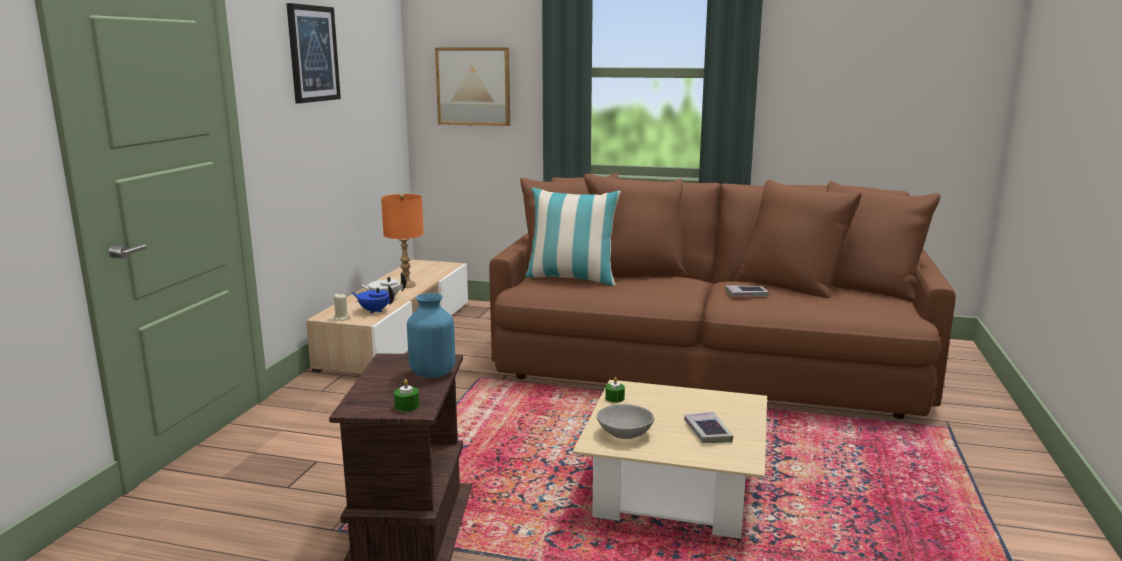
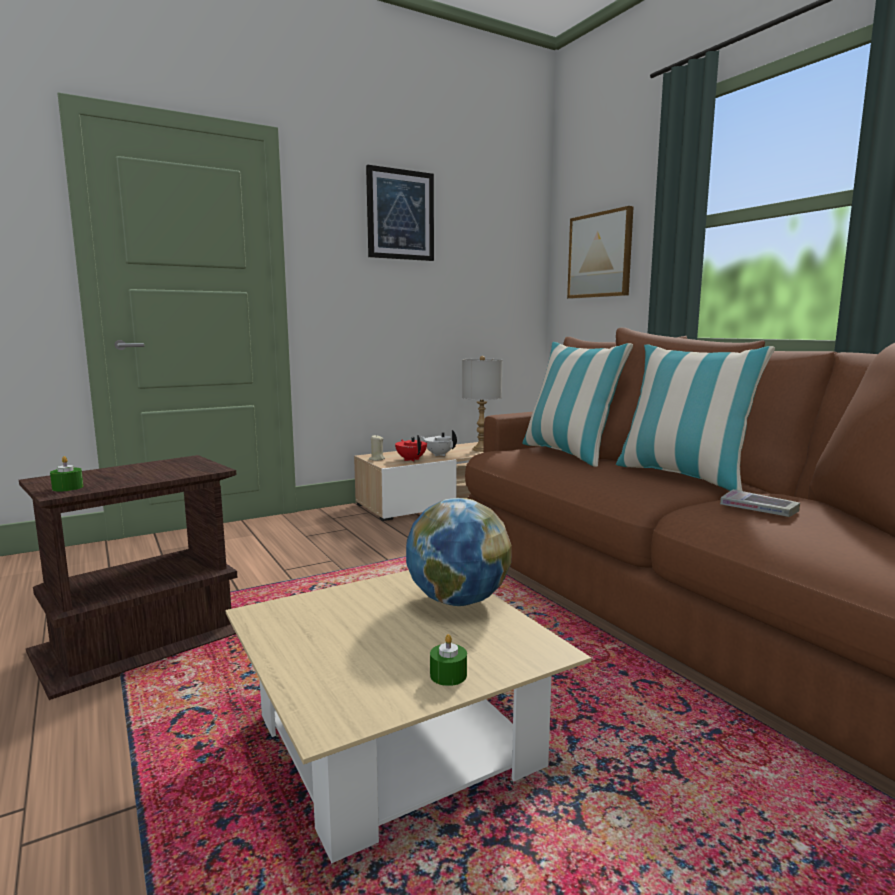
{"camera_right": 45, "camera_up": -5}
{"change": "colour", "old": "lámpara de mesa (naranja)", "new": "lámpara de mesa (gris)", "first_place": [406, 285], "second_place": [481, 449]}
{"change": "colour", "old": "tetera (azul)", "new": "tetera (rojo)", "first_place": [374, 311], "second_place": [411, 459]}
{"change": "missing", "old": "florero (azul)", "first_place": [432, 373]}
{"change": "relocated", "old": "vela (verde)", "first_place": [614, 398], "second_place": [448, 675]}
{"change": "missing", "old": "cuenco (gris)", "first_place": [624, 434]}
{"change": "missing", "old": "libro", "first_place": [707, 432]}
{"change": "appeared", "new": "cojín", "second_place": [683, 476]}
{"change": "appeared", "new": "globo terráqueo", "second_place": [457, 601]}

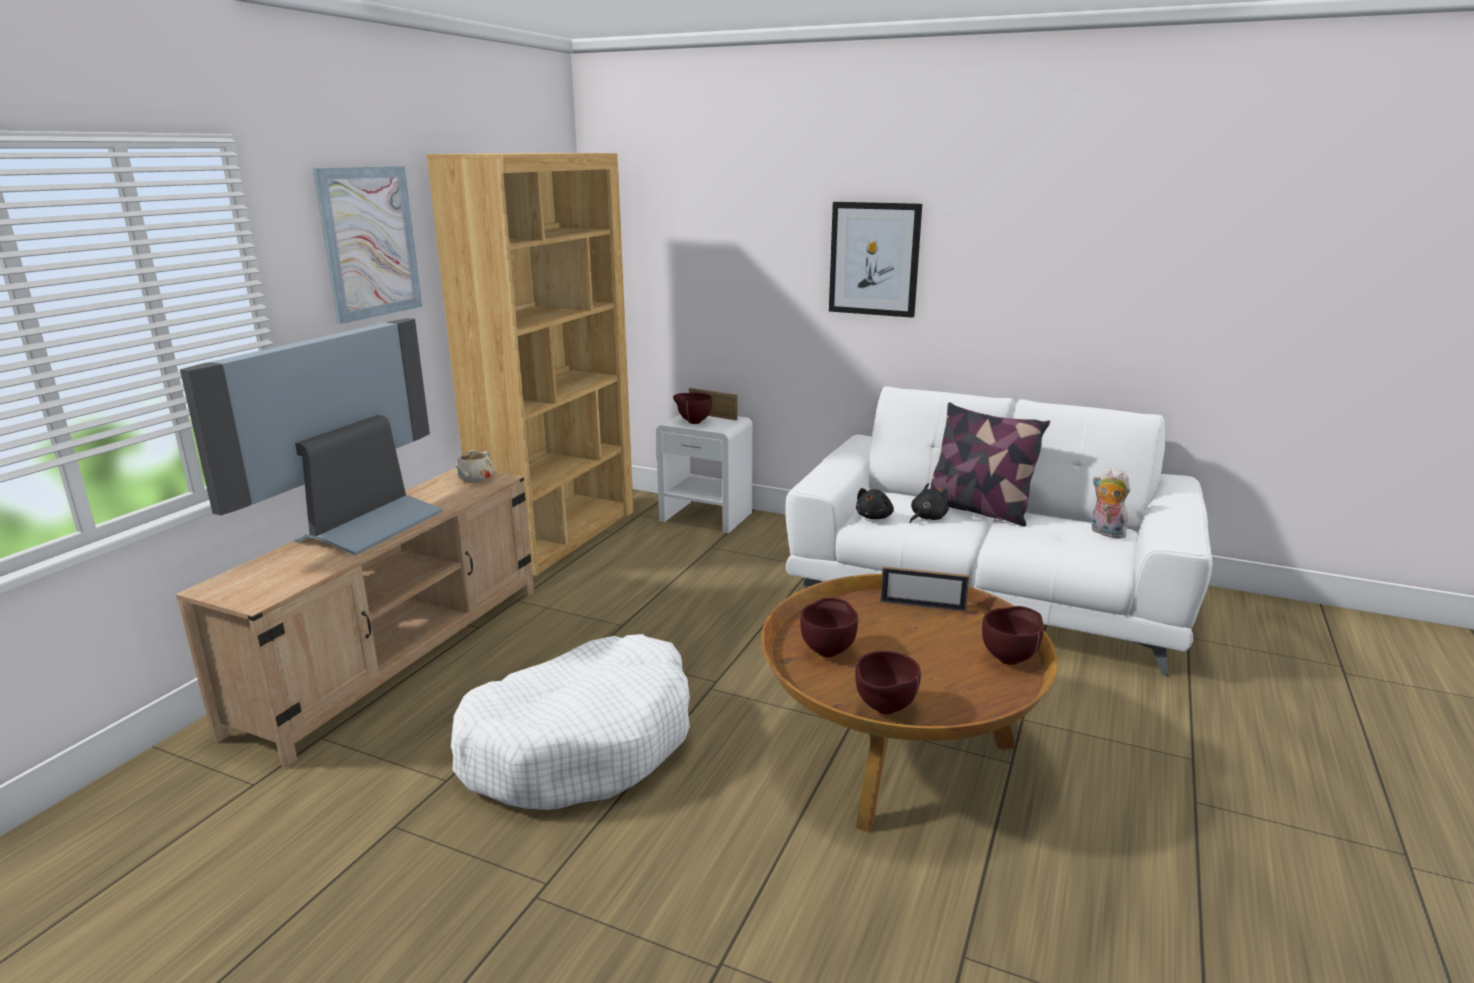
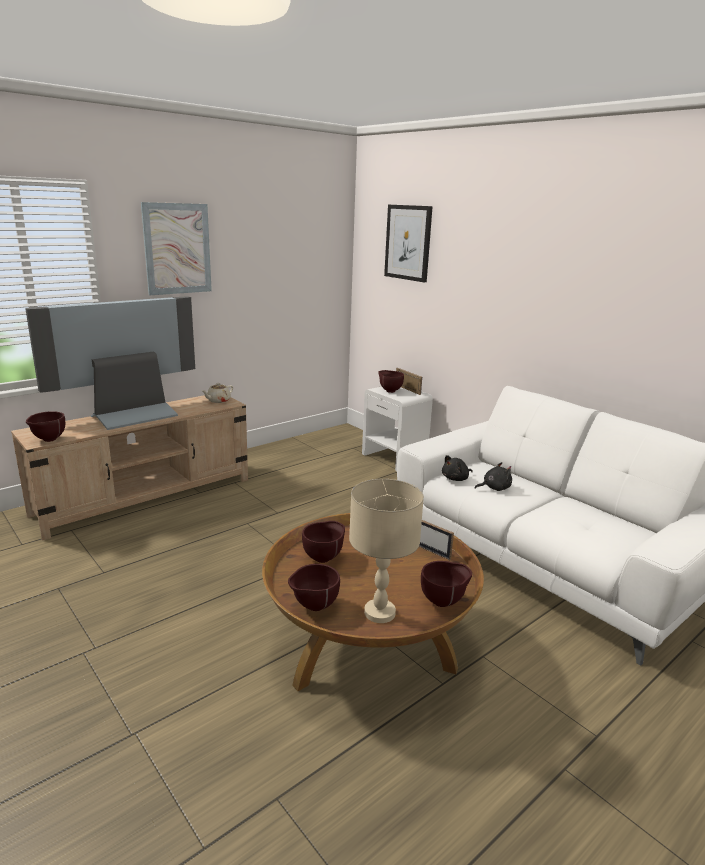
{"camera_right": 25, "camera_up": 0}
{"change": "missing", "old": "estantería (marrón)", "first_place": [559, 535]}
{"change": "relocated", "old": "cuadro", "first_place": [874, 259], "second_place": [408, 242]}
{"change": "missing", "old": "cojín", "first_place": [978, 510]}
{"change": "missing", "old": "peluche", "first_place": [1105, 533]}
{"change": "missing", "old": "cama para perro (blanco)", "first_place": [581, 743]}
{"change": "appeared", "new": "cuenco (marrón)", "second_place": [48, 440]}
{"change": "appeared", "new": "lámpara de mesa (beis)", "second_place": [379, 613]}

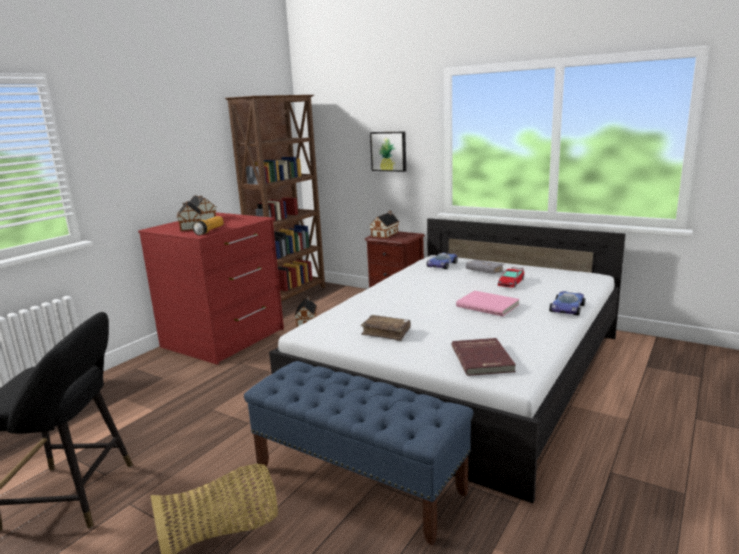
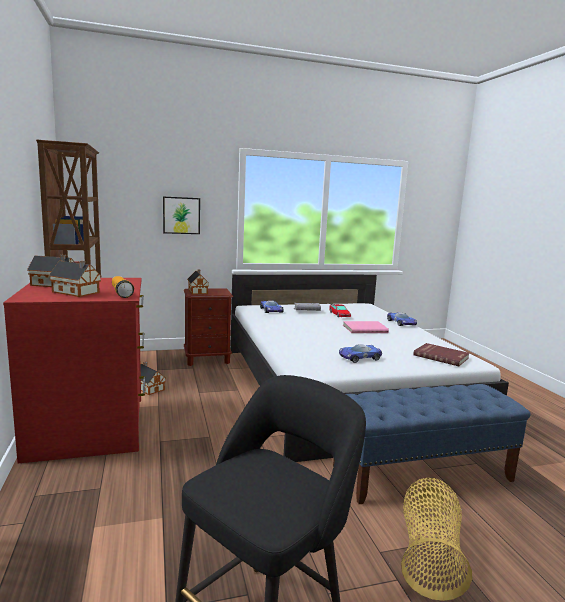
{"camera_right": -50, "camera_up": -5}
{"change": "exchanged", "old": "libro (marrón)", "new": "coche de juguete", "first_place": [386, 332], "second_place": [358, 357]}

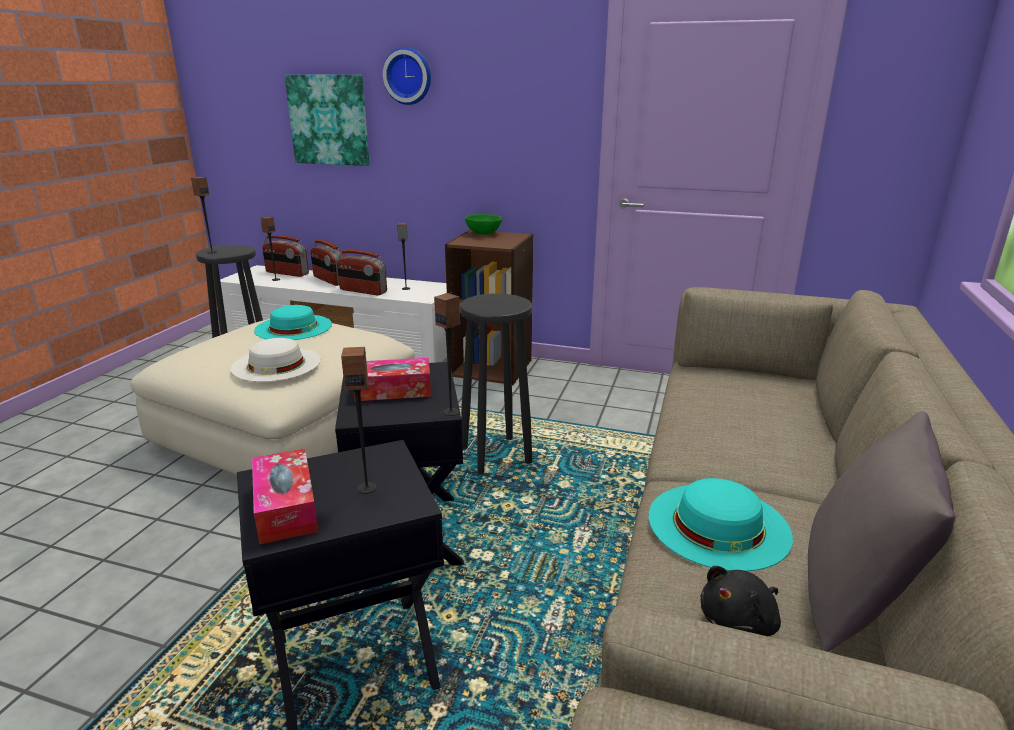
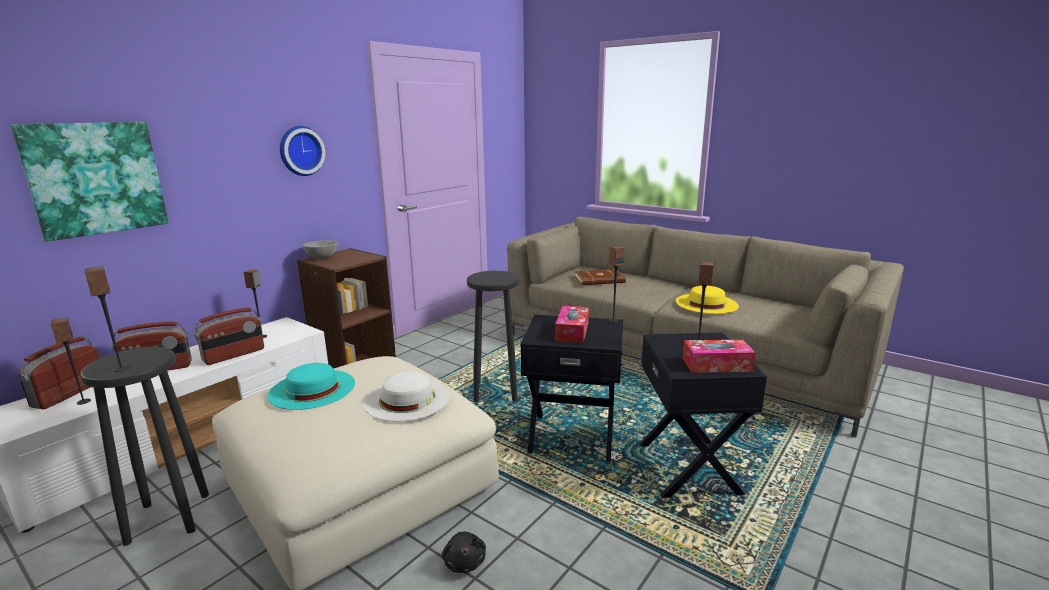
{"camera_right": -70, "camera_up": -5}
{"change": "relocated", "old": "reloj de pared", "first_place": [408, 76], "second_place": [300, 151]}
{"change": "colour", "old": "cuenco (verde)", "new": "cuenco (gris)", "first_place": [483, 233], "second_place": [321, 258]}
{"change": "spun", "old": "radio", "first_place": [287, 273], "second_place": [69, 394], "degrees": 150}
{"change": "missing", "old": "cojín (gris)", "first_place": [854, 598]}
{"change": "colour", "old": "sombrero (turquesa)", "new": "sombrero (amarillo)", "first_place": [718, 525], "second_place": [706, 303]}
{"change": "relocated", "old": "peluche (negro)", "first_place": [740, 623], "second_place": [464, 561]}
{"change": "appeared", "new": "libro (marrón)", "second_place": [600, 280]}

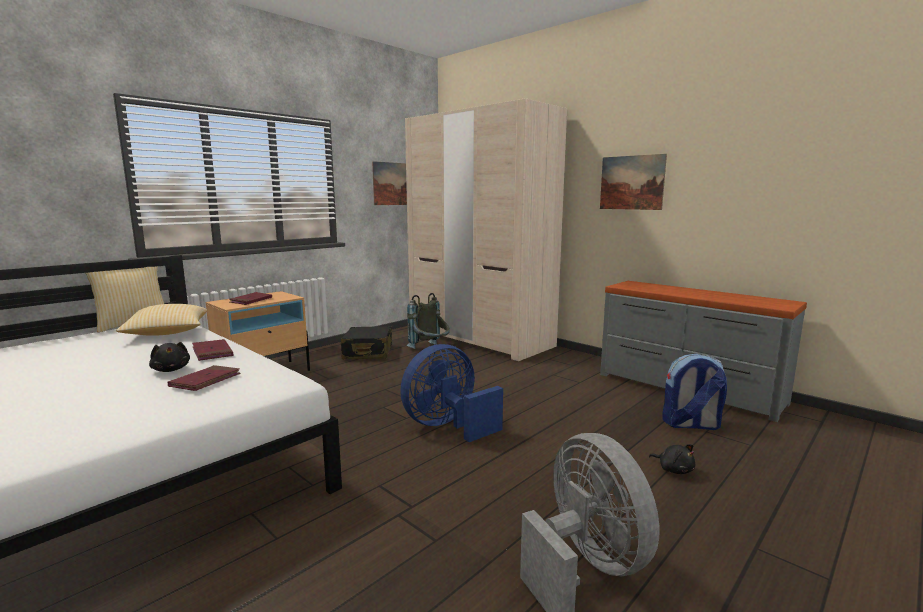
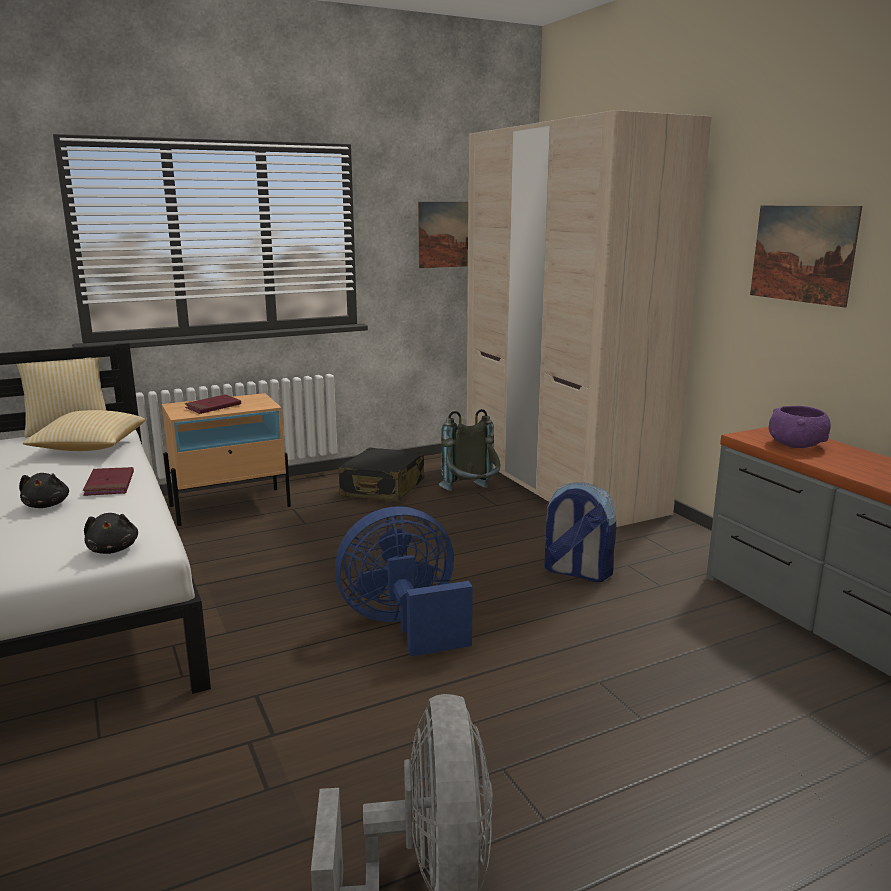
{"camera_right": 20, "camera_up": 5}
{"change": "relocated", "old": "mochila", "first_place": [690, 424], "second_place": [576, 572]}
{"change": "missing", "old": "libro (rojo)", "first_place": [205, 381]}
{"change": "relocated", "old": "peluche (negro)", "first_place": [674, 469], "second_place": [113, 549]}
{"change": "appeared", "new": "cuenco (morado)", "second_place": [796, 444]}

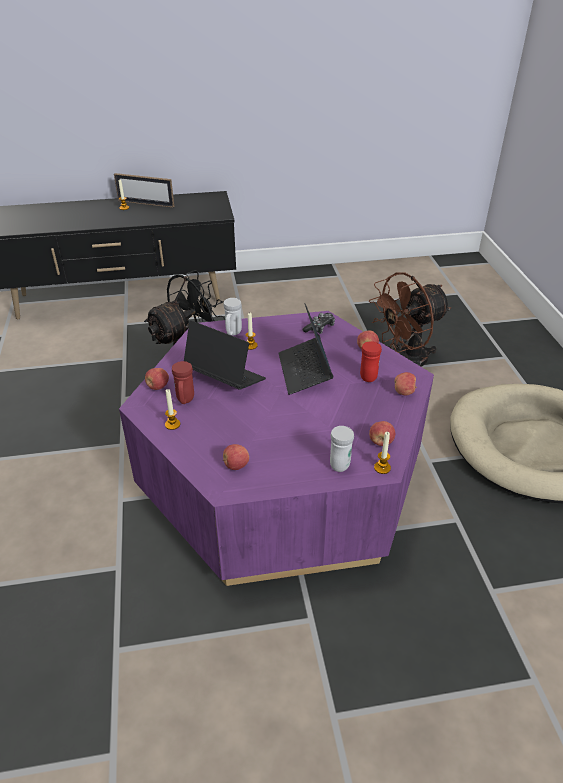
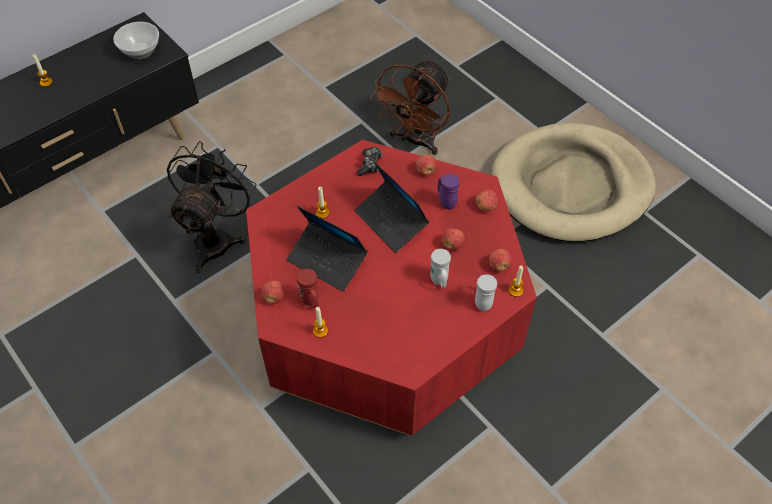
{"camera_right": -30, "camera_up": 15}
{"change": "missing", "old": "portarretratos", "first_place": [146, 203]}
{"change": "relocated", "old": "taza grande (blanco)", "first_place": [232, 333], "second_place": [439, 281]}
{"change": "colour", "old": "mesa de centro (morado)", "new": "mesa de centro (rojo)", "first_place": [281, 478], "second_place": [386, 315]}
{"change": "spun", "old": "portátil", "first_place": [224, 378], "second_place": [327, 261], "degrees": -150}
{"change": "colour", "old": "taza grande (rojo)", "new": "taza grande (morado)", "first_place": [367, 375], "second_place": [446, 201]}
{"change": "relocated", "old": "manzana", "first_place": [236, 465], "second_place": [452, 245]}
{"change": "appeared", "new": "cuenco", "second_place": [140, 50]}

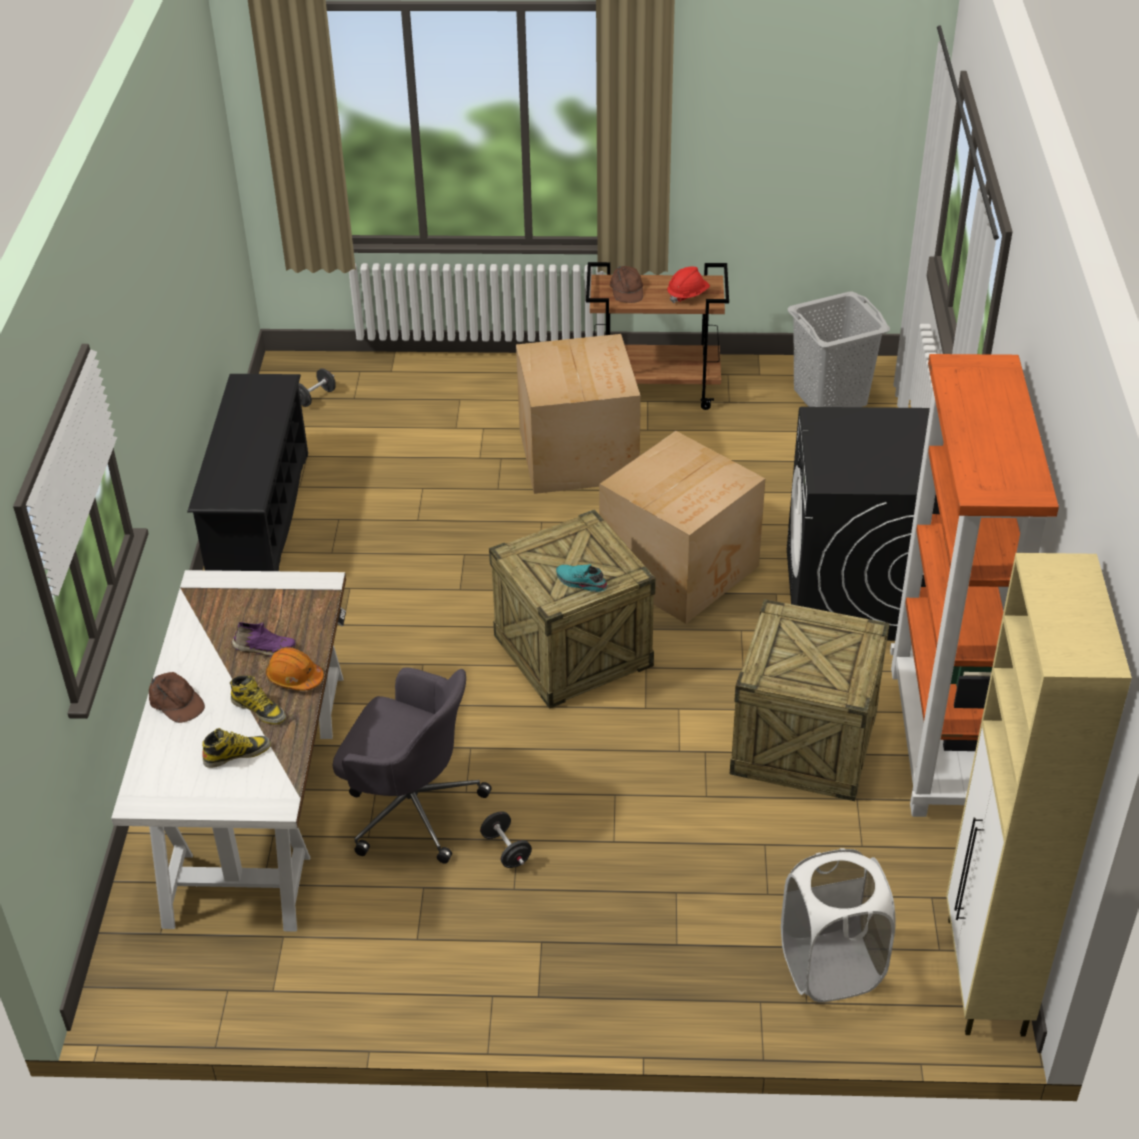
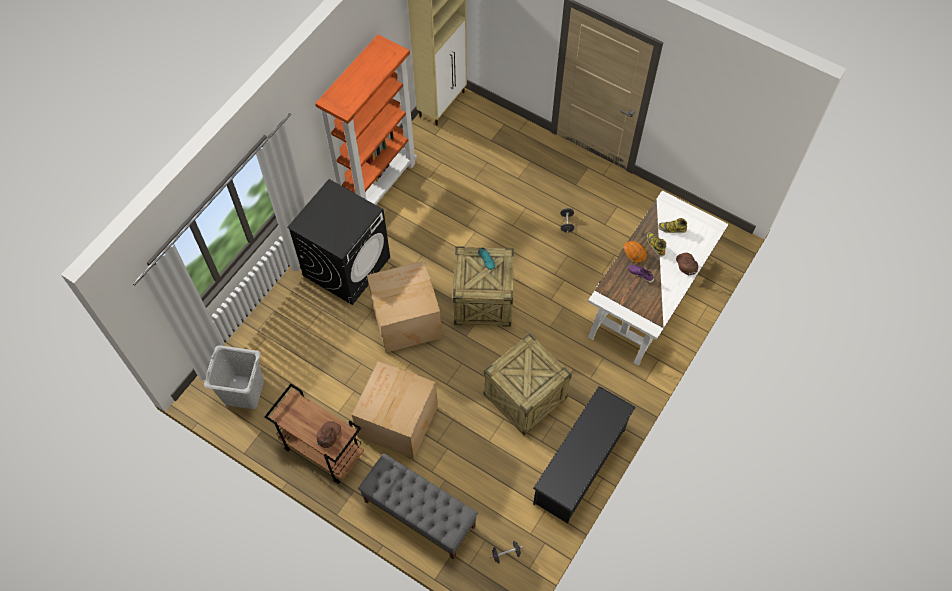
{"camera_right": -150, "camera_up": 20}
{"change": "missing", "old": "casco (rojo)", "first_place": [687, 295]}
{"change": "relocated", "old": "caja de embalaje", "first_place": [803, 741], "second_place": [525, 396]}
{"change": "missing", "old": "silla de oficina (gris)", "first_place": [411, 807]}
{"change": "missing", "old": "cesto de la ropa (blanco)", "first_place": [830, 967]}
{"change": "appeared", "new": "banco (gris)", "second_place": [419, 514]}

